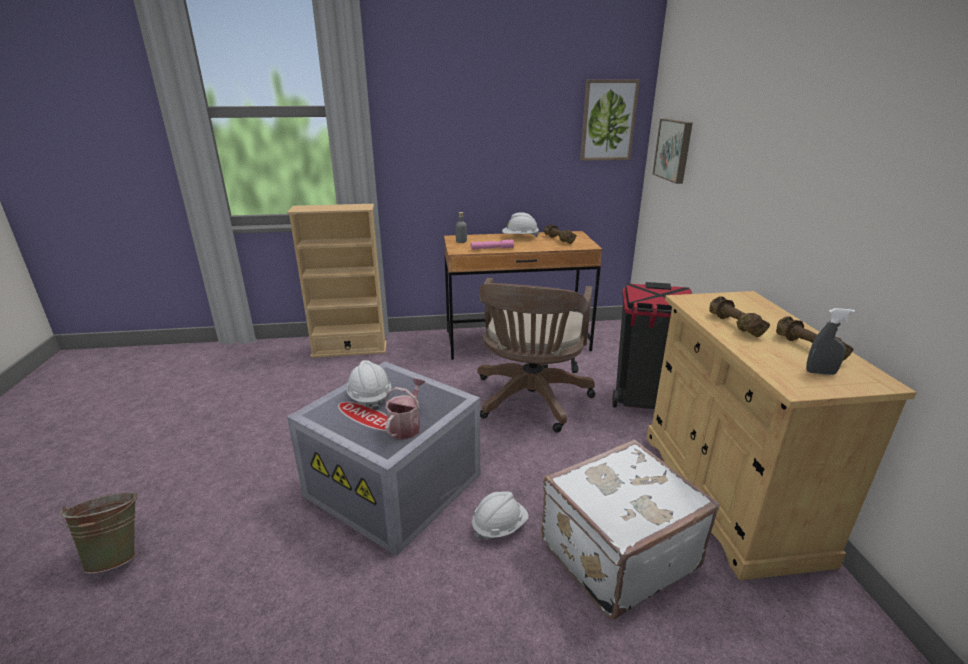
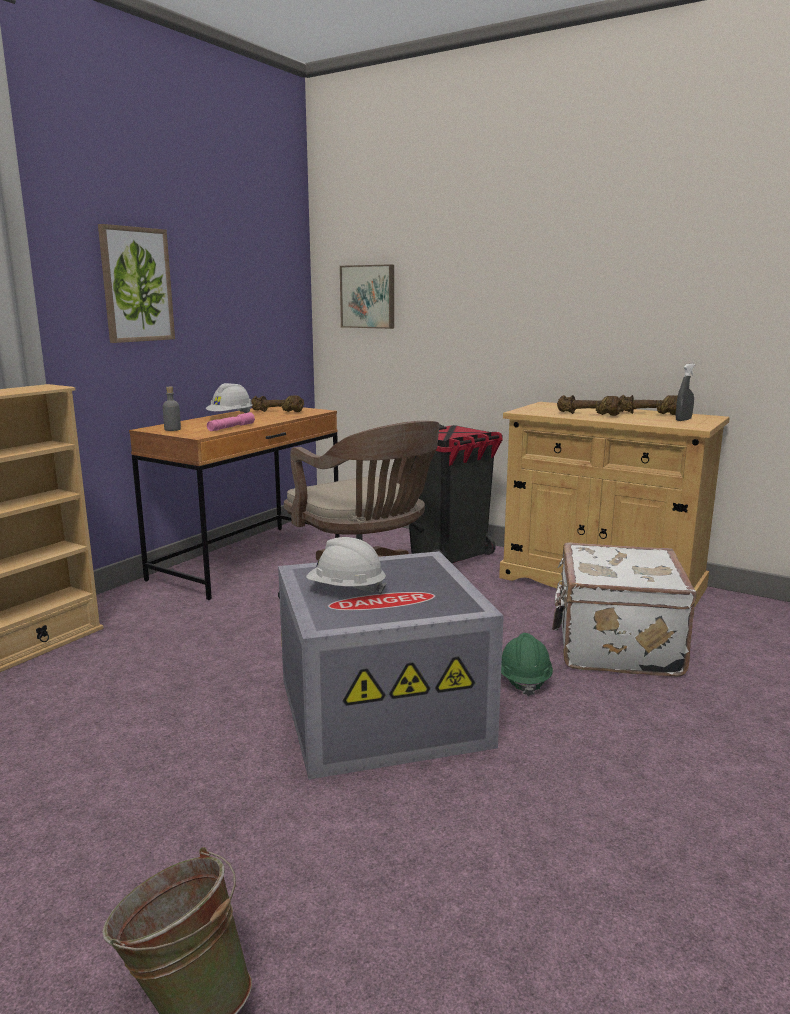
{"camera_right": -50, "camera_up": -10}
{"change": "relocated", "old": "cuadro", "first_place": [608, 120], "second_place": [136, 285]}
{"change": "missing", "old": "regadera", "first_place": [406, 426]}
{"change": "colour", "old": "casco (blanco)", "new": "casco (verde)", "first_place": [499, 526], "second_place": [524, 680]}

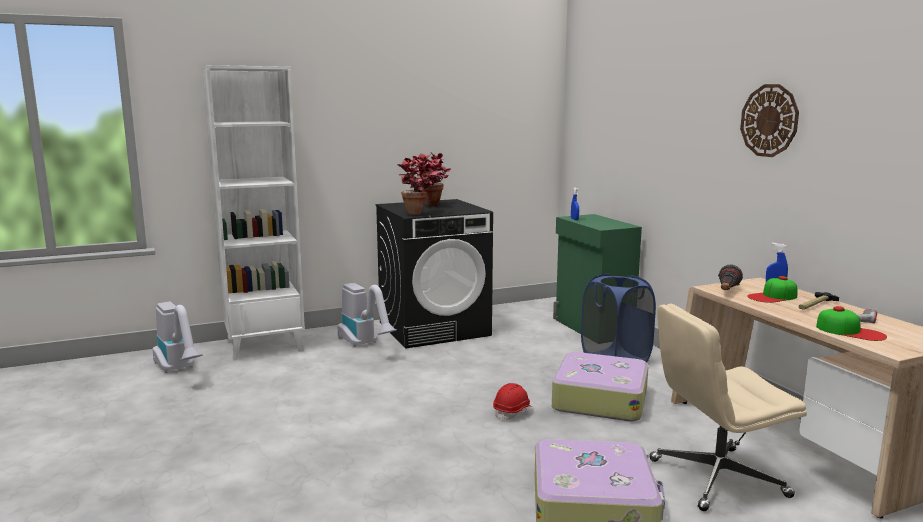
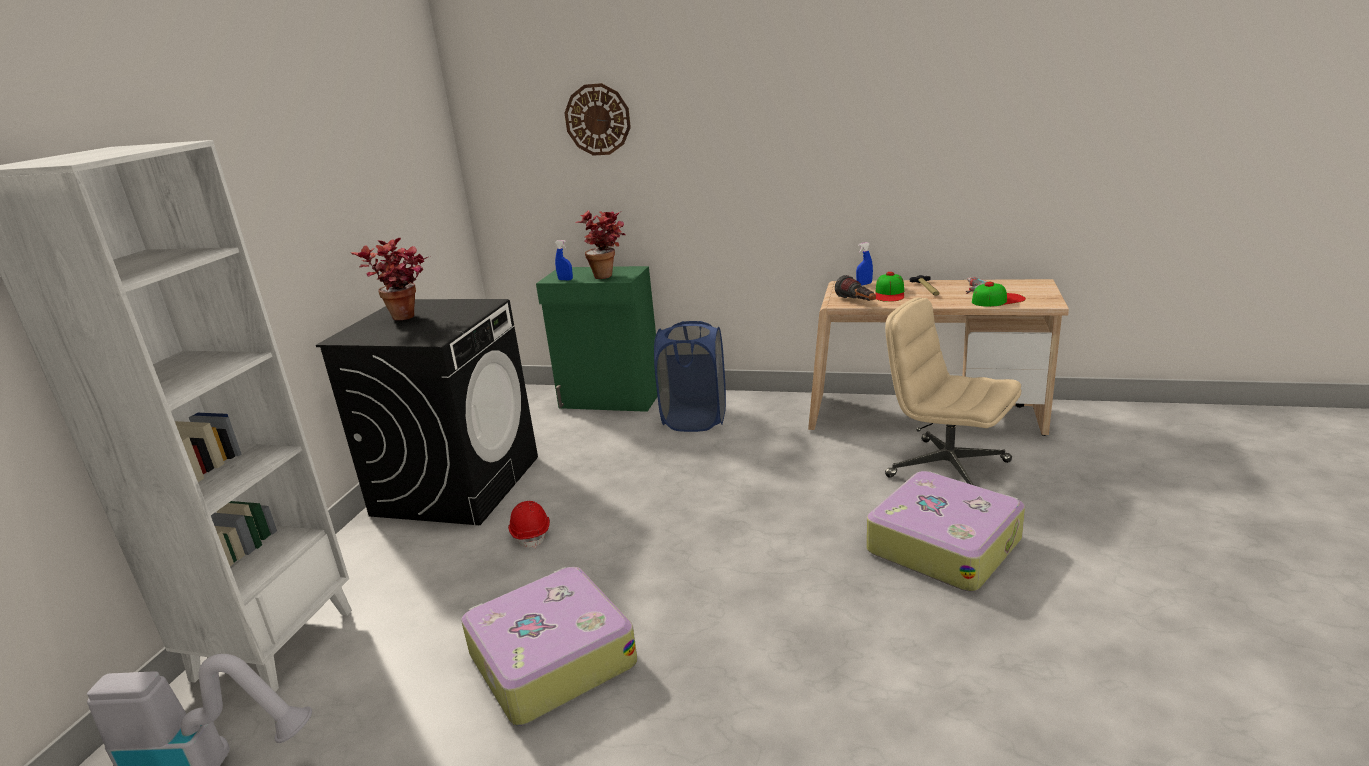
{"camera_right": -50, "camera_up": 10}
{"change": "relocated", "old": "reloj de pared", "first_place": [769, 120], "second_place": [597, 119]}
{"change": "relocated", "old": "planta en maceta", "first_place": [420, 214], "second_place": [609, 275]}
{"change": "missing", "old": "aspiradora", "first_place": [365, 345]}
{"change": "spun", "old": "silla de oficina (beis)", "first_place": [716, 478], "second_place": [946, 469], "degrees": 105}
{"change": "relocated", "old": "maleta", "first_place": [599, 399], "second_place": [550, 658]}
{"change": "relocated", "old": "casco (rojo)", "first_place": [513, 412], "second_place": [531, 533]}

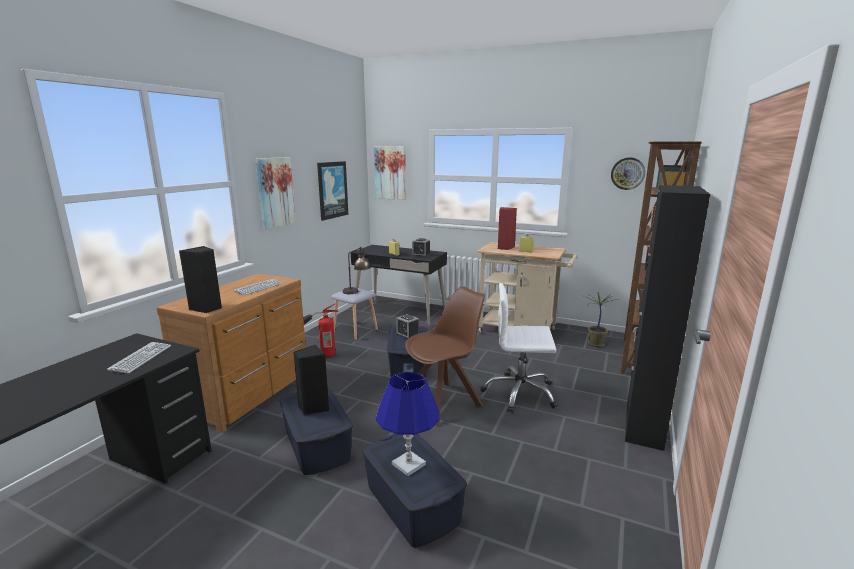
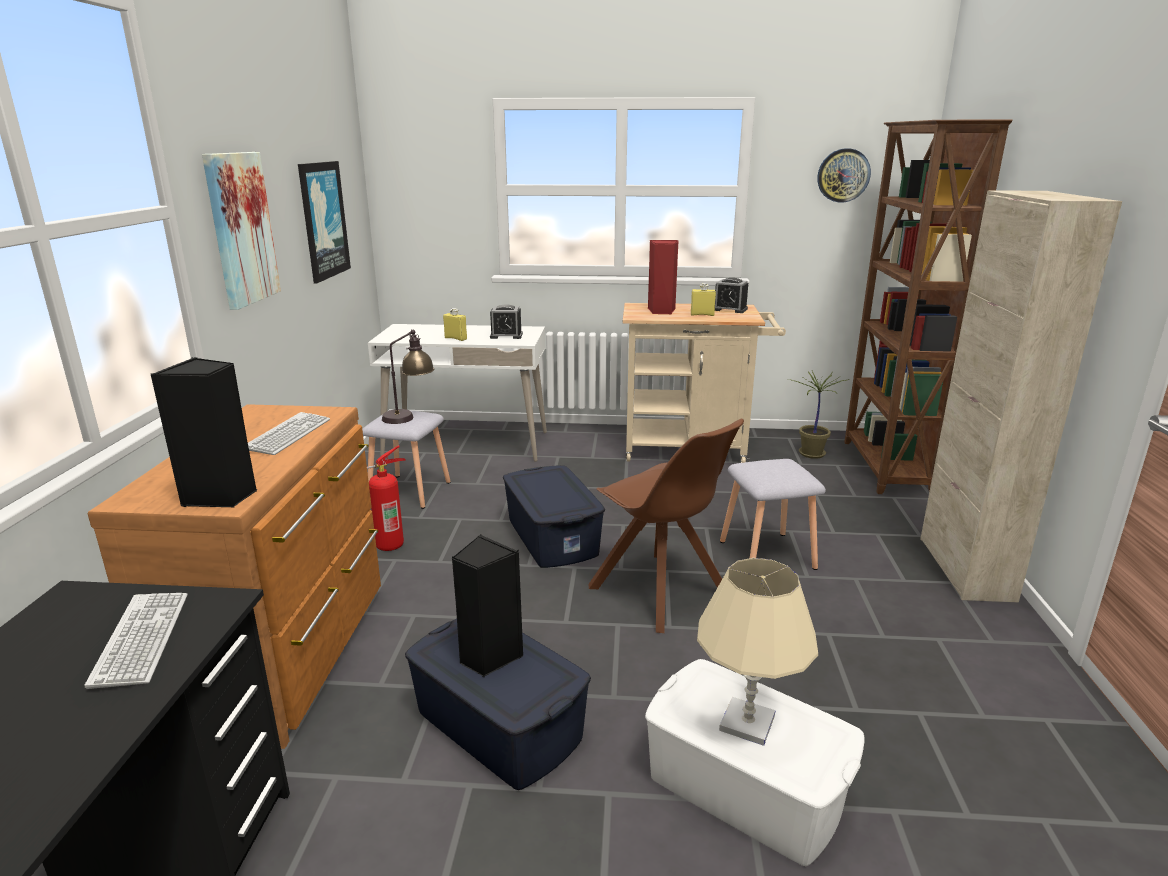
{"camera_right": -20, "camera_up": 5}
{"change": "missing", "old": "cuadro", "first_place": [390, 172]}
{"change": "colour", "old": "armario (negro)", "new": "armario (beis)", "first_place": [643, 424], "second_place": [965, 568]}
{"change": "colour", "old": "escritorio (negro)", "new": "escritorio (blanco)", "first_place": [400, 312], "second_place": [467, 444]}
{"change": "exchanged", "old": "silla de oficina (blanco)", "new": "taburete (gris)", "first_place": [519, 393], "second_place": [765, 554]}
{"change": "spun", "old": "silla (marrón)", "first_place": [444, 402], "second_place": [661, 592], "degrees": 105}
{"change": "relocated", "old": "despertador", "first_place": [407, 335], "second_place": [730, 309]}
{"change": "colour", "old": "lámpara de mesa (azul)", "new": "lámpara de mesa (beis)", "first_place": [408, 464], "second_place": [747, 723]}
{"change": "colour", "old": "caja de almacenaje (azul)", "new": "caja de almacenaje (blanco)", "first_place": [412, 504], "second_place": [745, 789]}

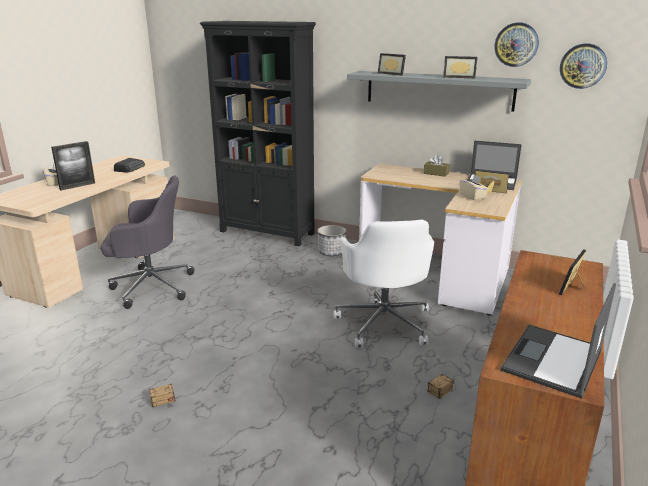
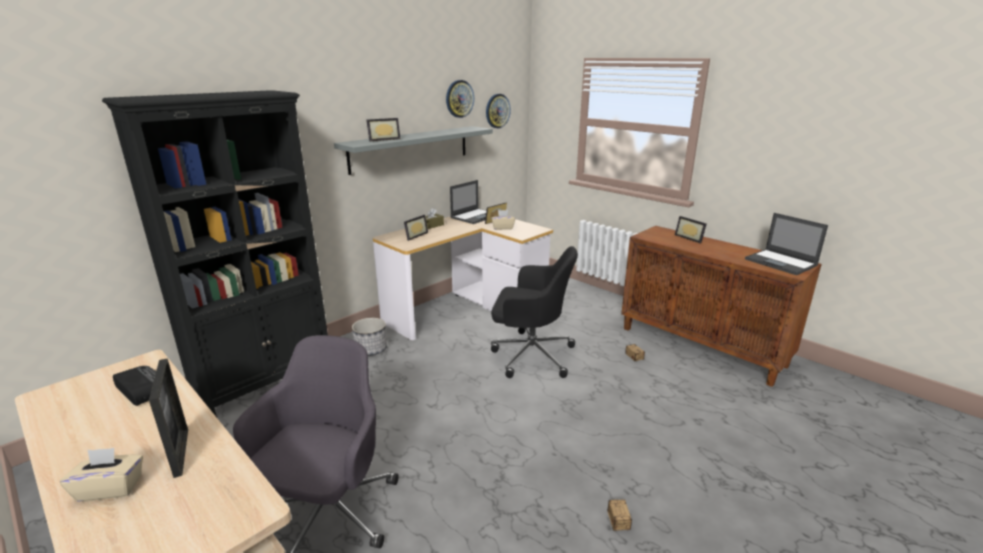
{"camera_right": -70, "camera_up": 0}
{"change": "relocated", "old": "portarretratos", "first_place": [459, 77], "second_place": [414, 236]}
{"change": "colour", "old": "silla de oficina (blanco)", "new": "silla de oficina (negro)", "first_place": [384, 322], "second_place": [530, 354]}

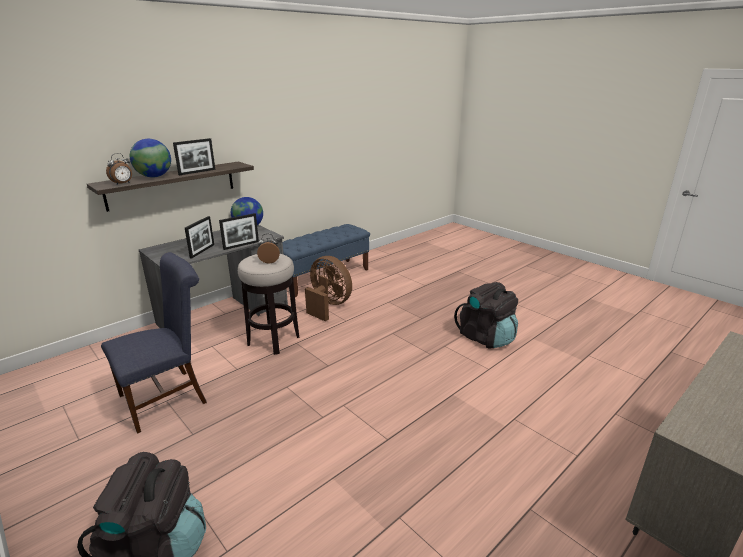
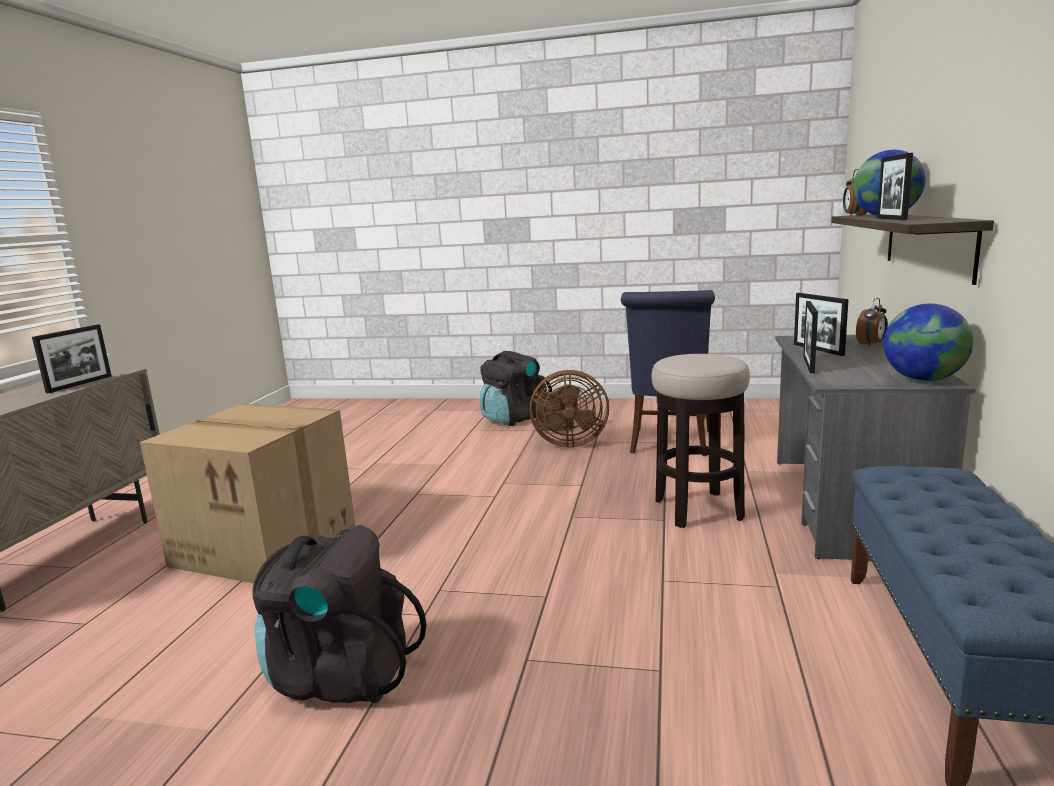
{"camera_right": 145, "camera_up": -10}
{"change": "relocated", "old": "despertador", "first_place": [269, 261], "second_place": [871, 344]}
{"change": "relocated", "old": "ventilador (marrón)", "first_place": [328, 306], "second_place": [567, 443]}
{"change": "appeared", "new": "portarretratos", "second_place": [80, 384]}
{"change": "appeared", "new": "caja de cartón", "second_place": [268, 544]}

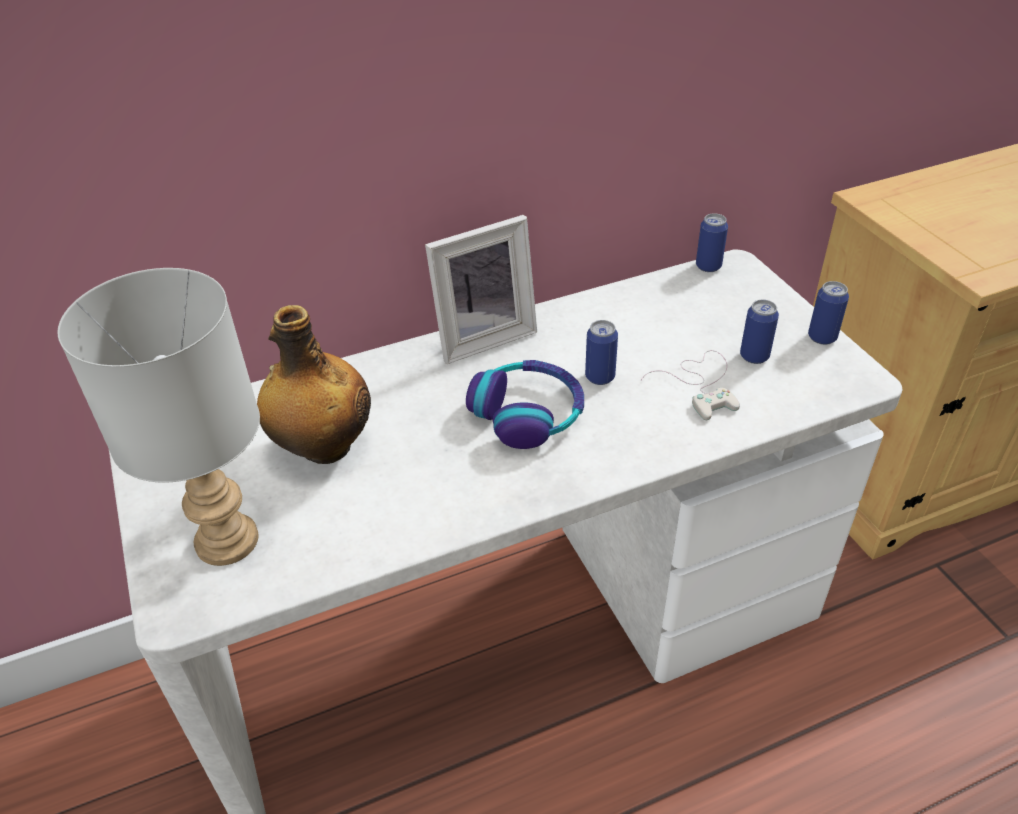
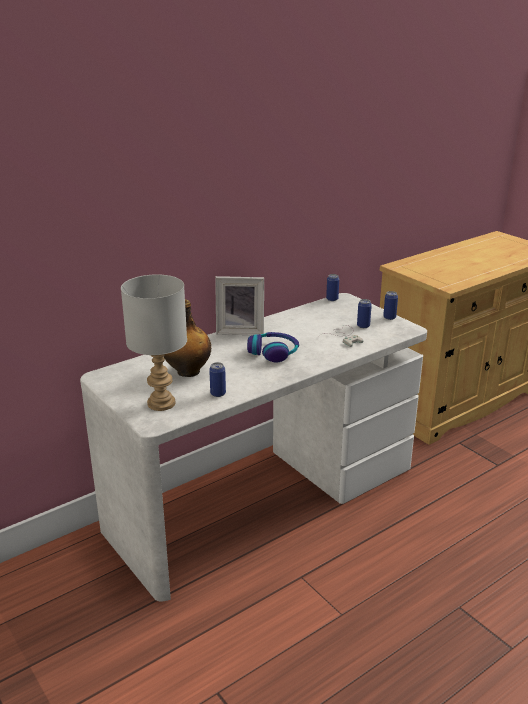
{"camera_right": -15, "camera_up": -15}
{"change": "spun", "old": "portarretratos", "first_place": [482, 336], "second_place": [240, 331], "degrees": 45}
{"change": "relocated", "old": "lata", "first_place": [600, 377], "second_place": [218, 393]}

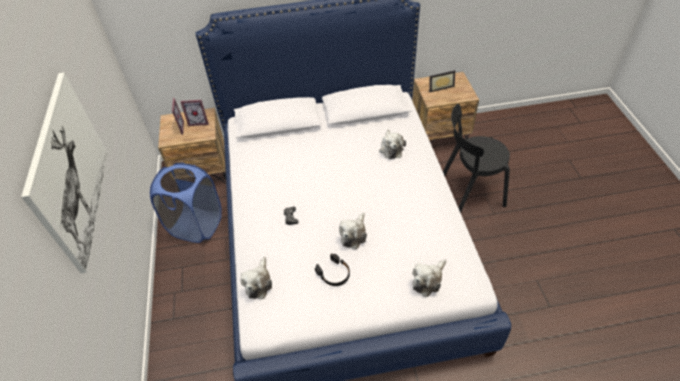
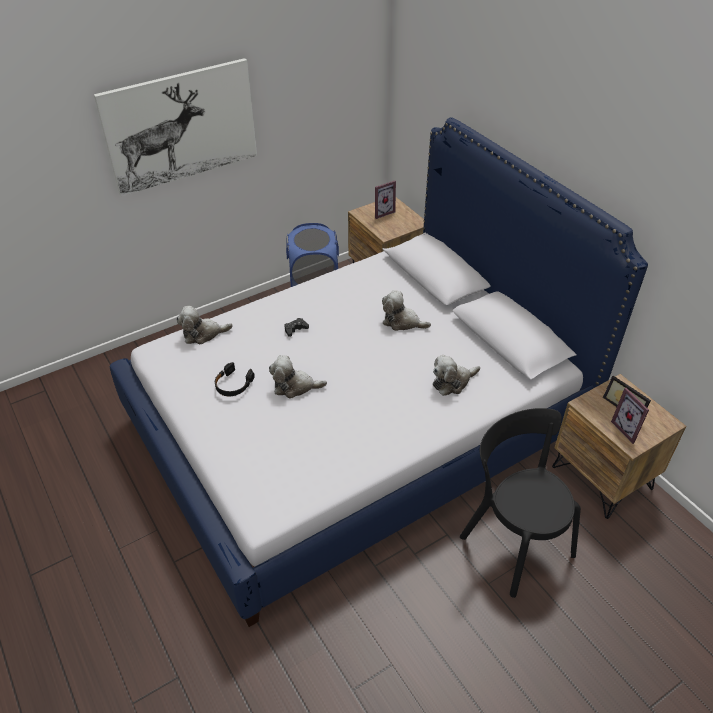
{"camera_right": 65, "camera_up": -5}
{"change": "relocated", "old": "portarretratos", "first_place": [199, 121], "second_place": [629, 429]}
{"change": "relocated", "old": "peluche", "first_place": [428, 280], "second_place": [402, 322]}

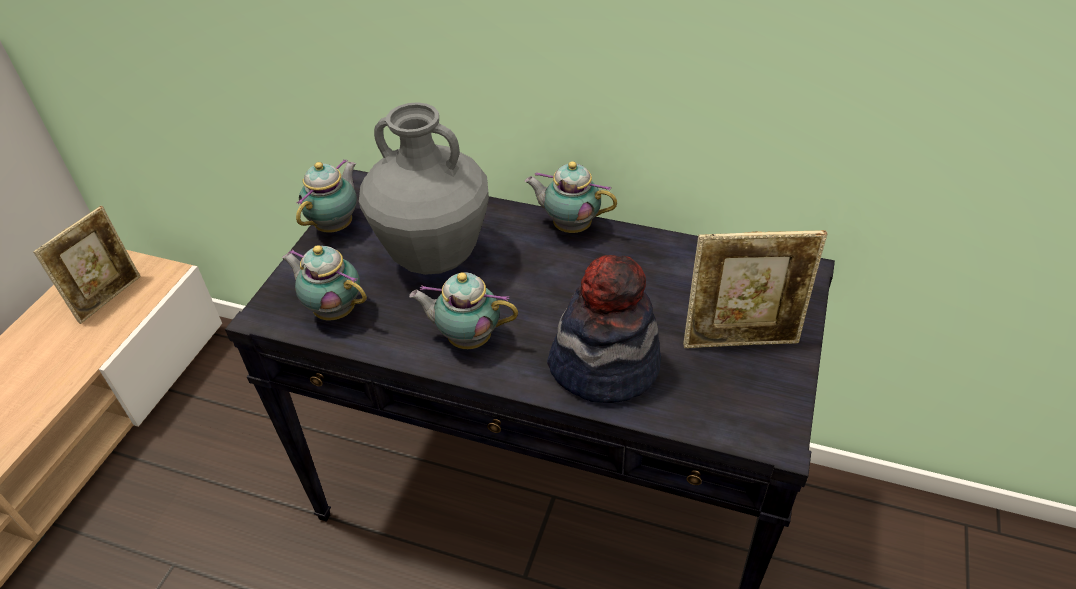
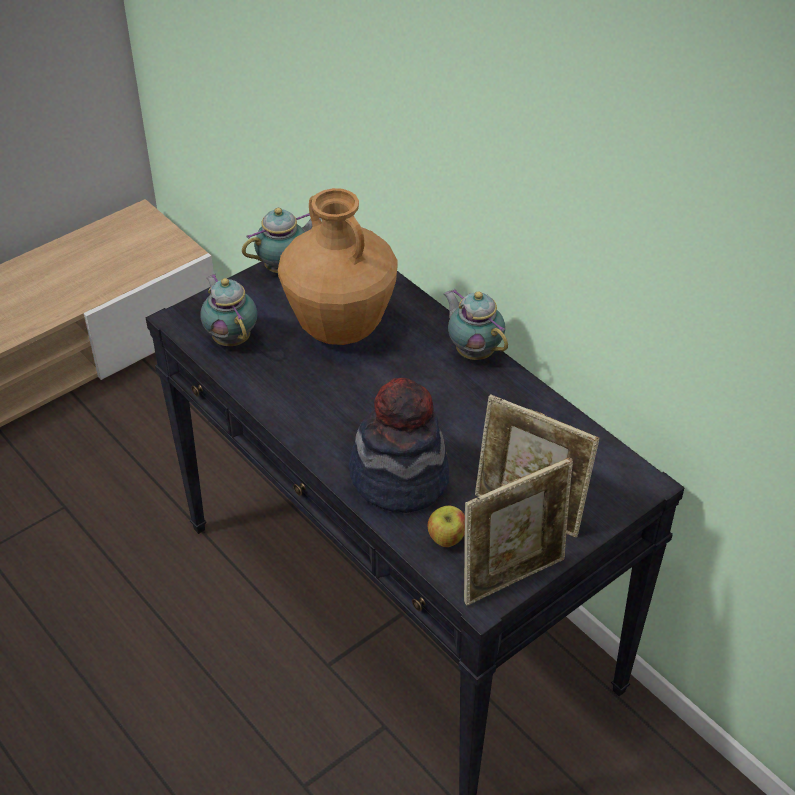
{"camera_right": 30, "camera_up": 0}
{"change": "colour", "old": "florero (gris)", "new": "florero (marrón)", "first_place": [433, 257], "second_place": [339, 328]}
{"change": "relocated", "old": "portarretratos", "first_place": [109, 297], "second_place": [513, 576]}
{"change": "missing", "old": "tetera", "first_place": [466, 338]}
{"change": "appeared", "new": "manzana", "second_place": [447, 538]}

